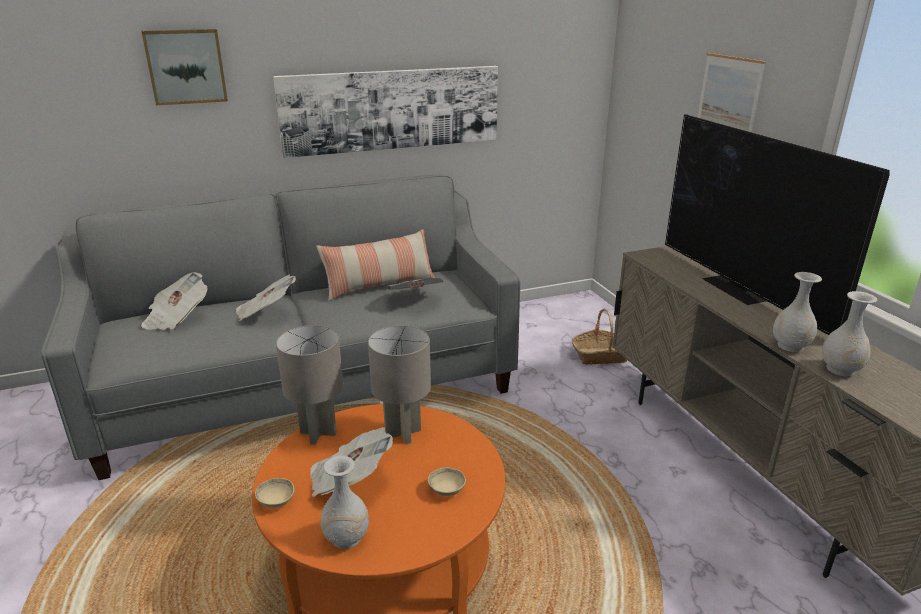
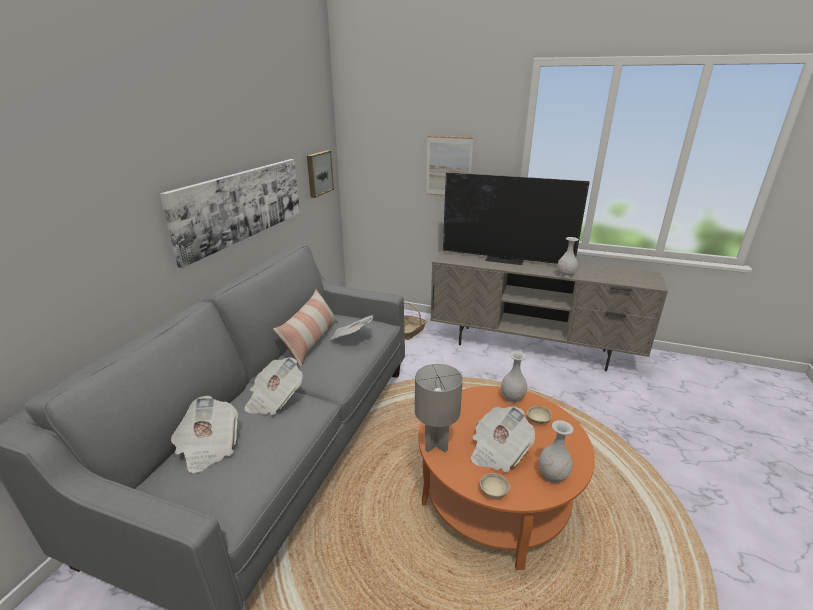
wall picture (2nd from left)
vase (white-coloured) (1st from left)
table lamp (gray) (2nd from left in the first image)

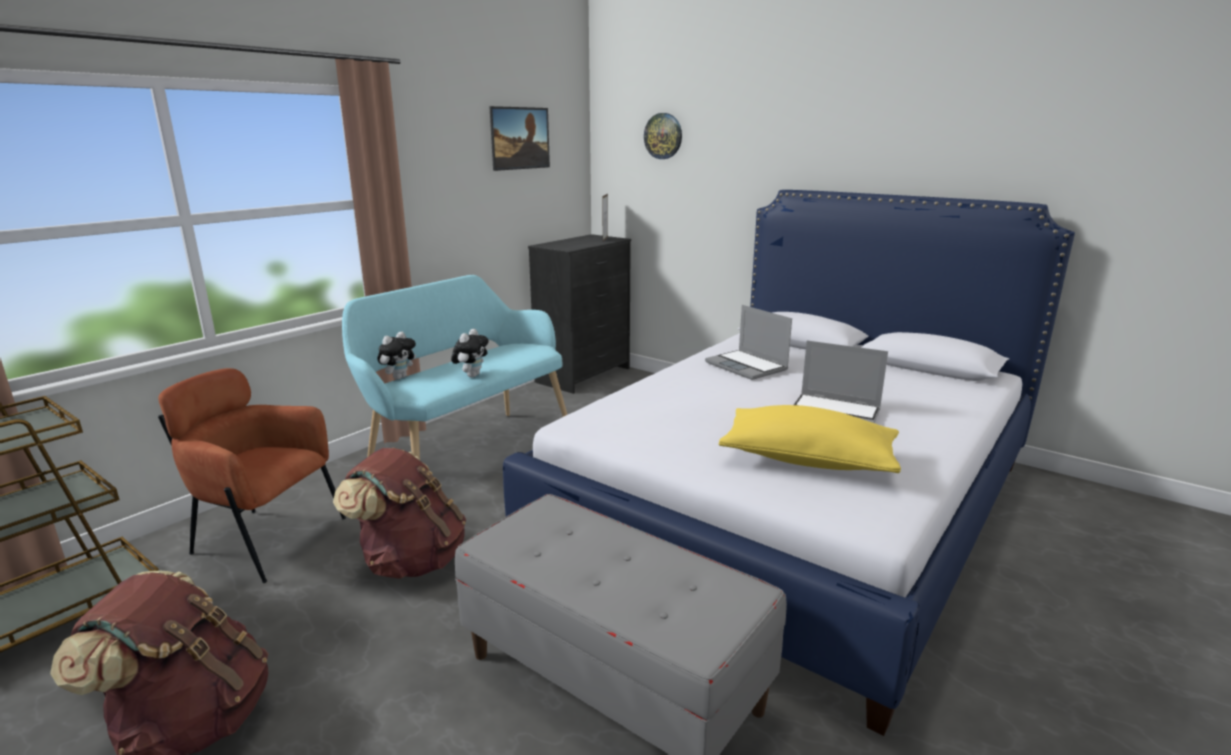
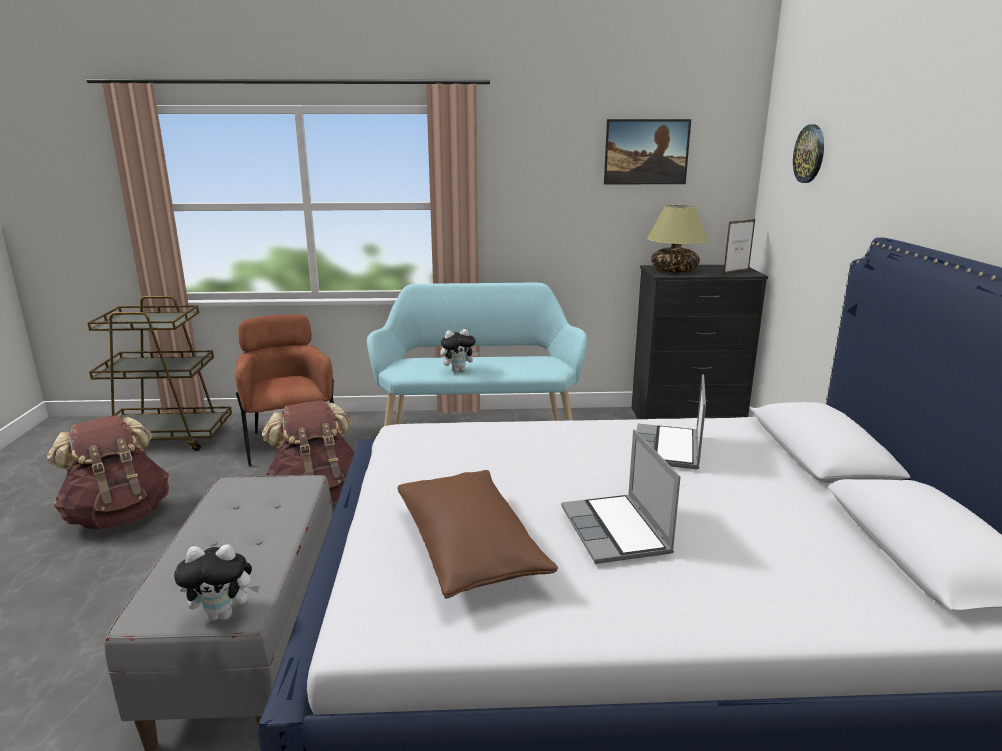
soft toy (1st from left)
throw pillow (brown)
table lamp

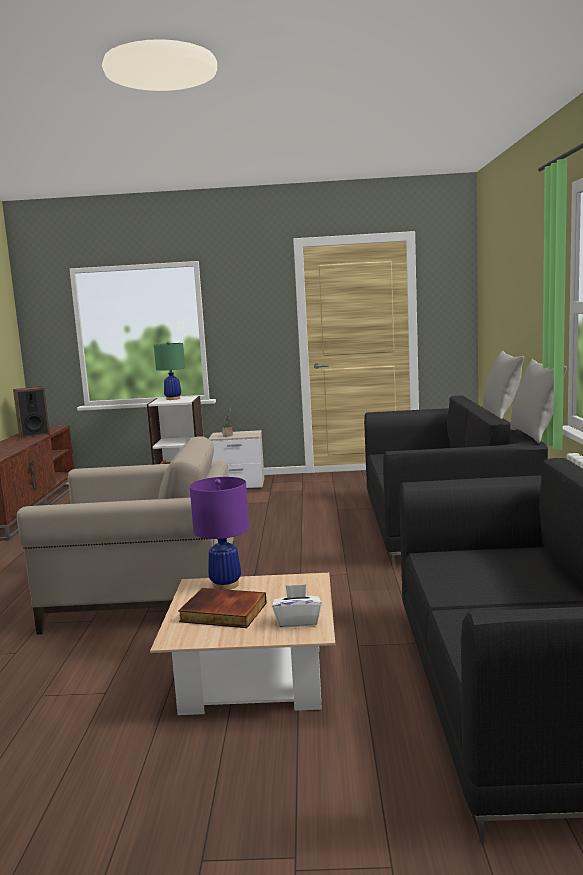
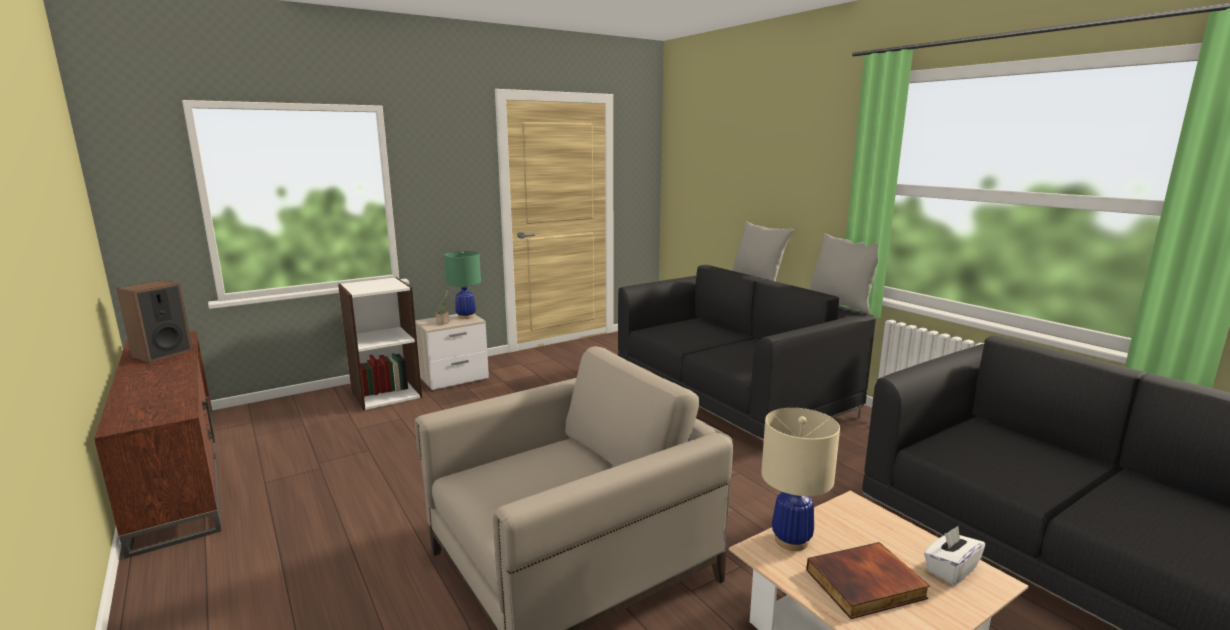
table lamp (green)
table lamp (sand-coloured)

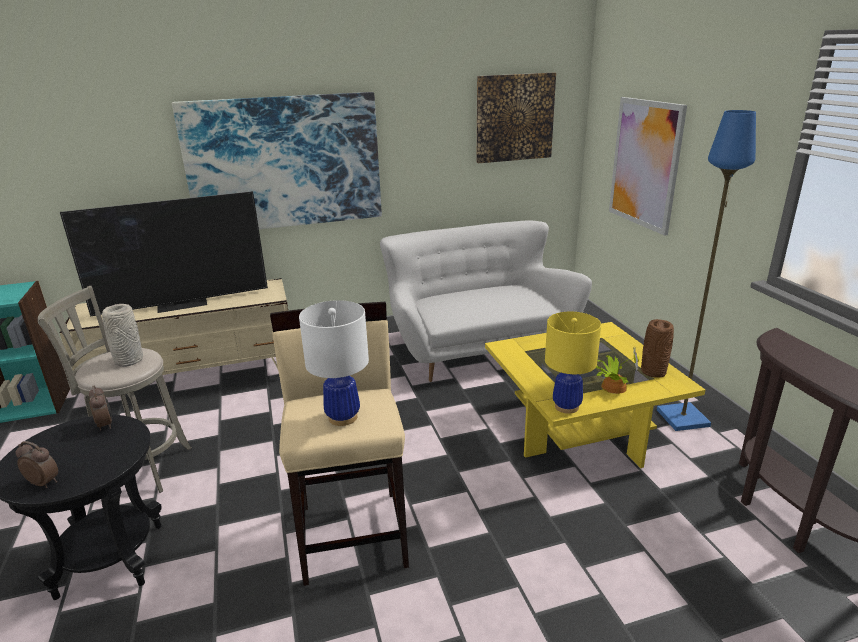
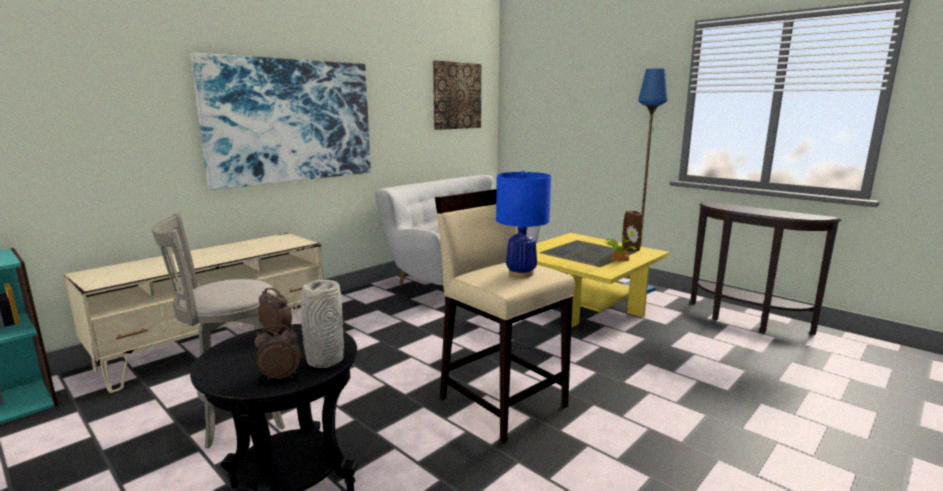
vase (gray)
table lamp (blue-coloured)
television
table lamp (yellow-coloured)
wall picture (3rd from left in the first image)

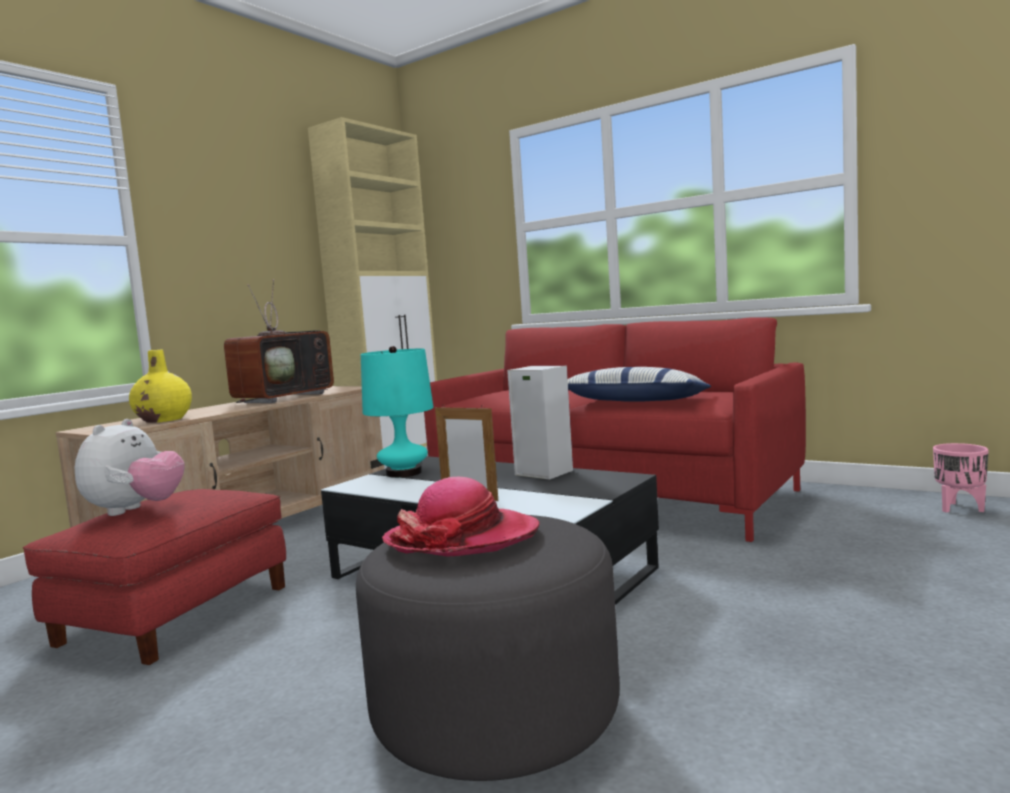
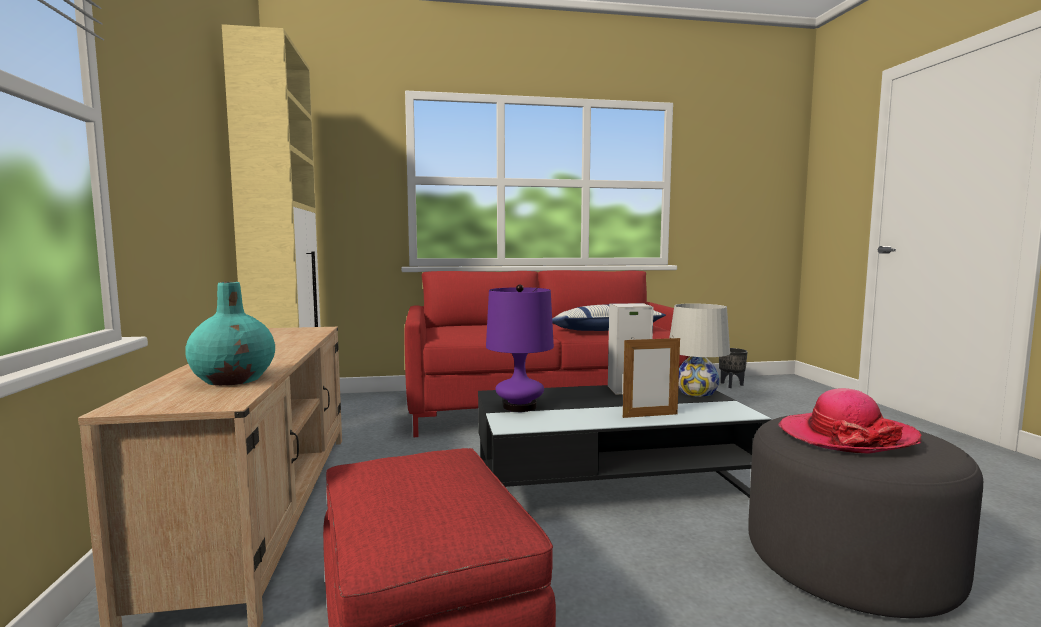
vase (blue-green)
table lamp (purple-coloured)
table lamp (white-coloured)
flower pot (black-coloured)
soft toy
television

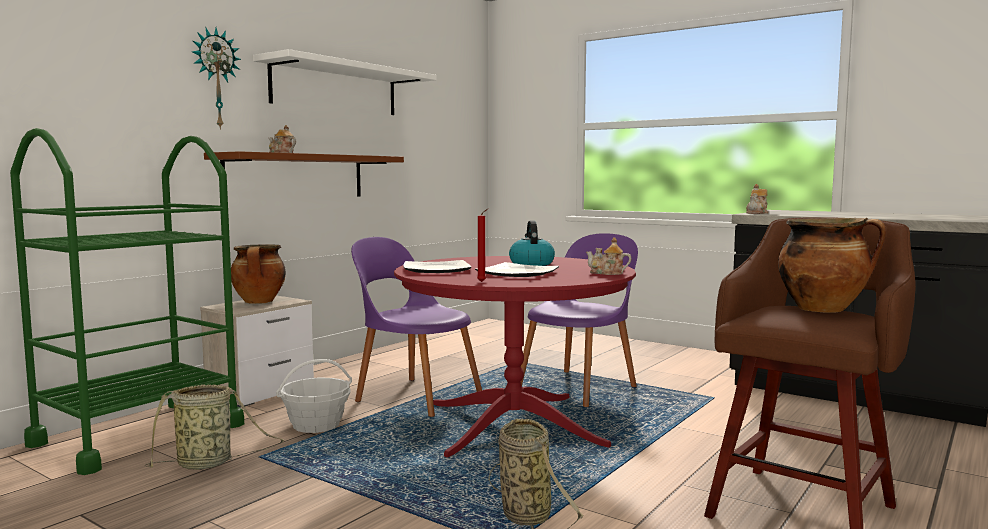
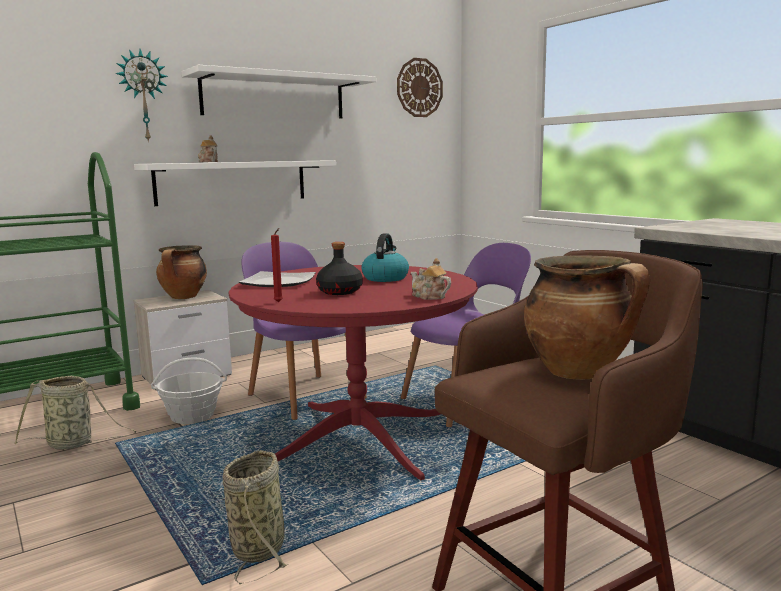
shelf (white-coloured) (1st from left)
drink bottle (black-coloured)
hanging clock (2nd from left)
teapot (3rd from left in the first image)

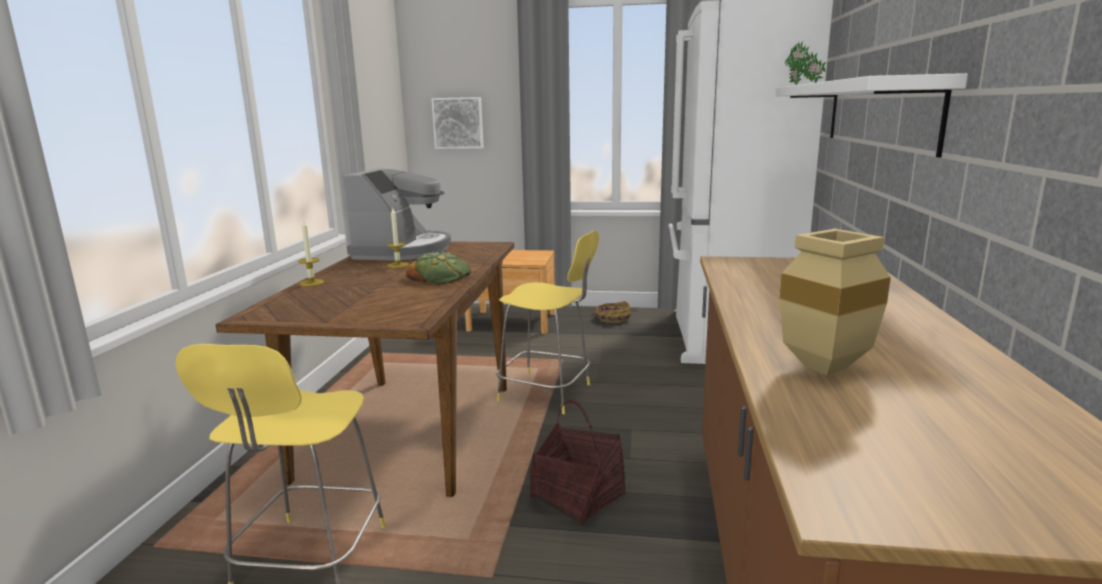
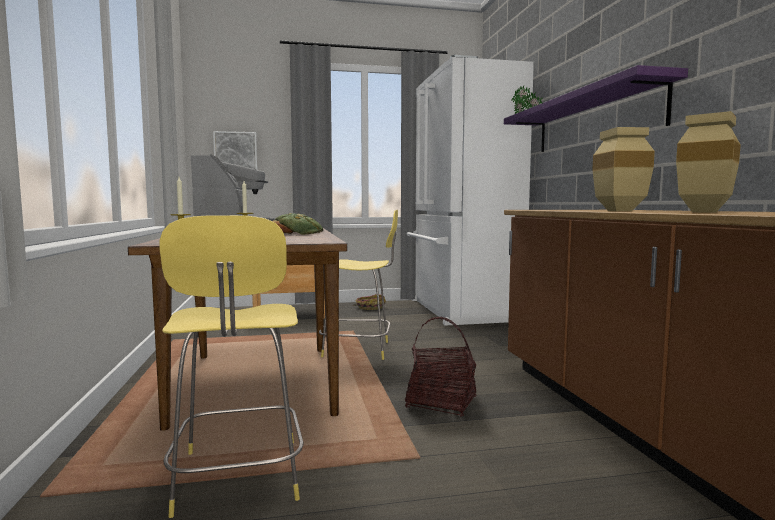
shelf (purple-coloured)
vase (sand-coloured) (1st from left)

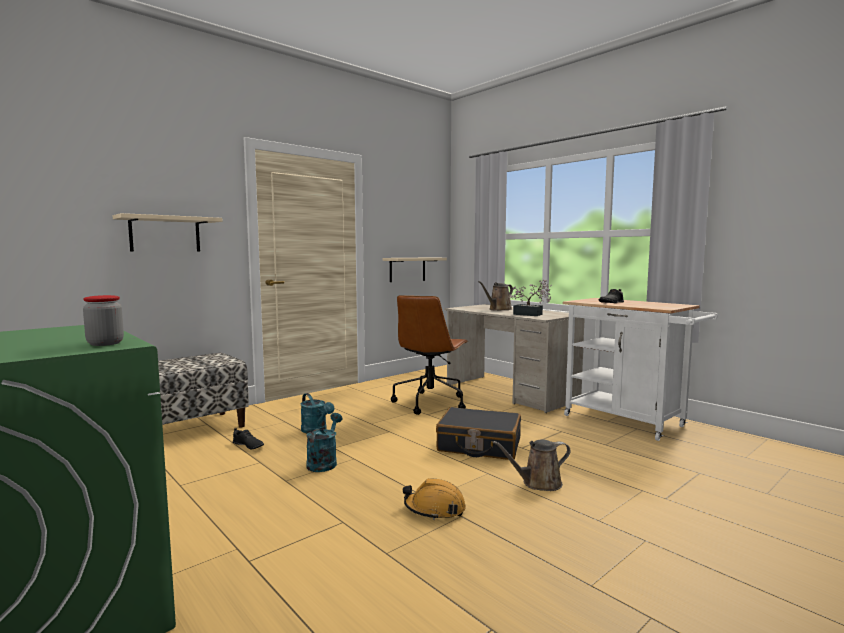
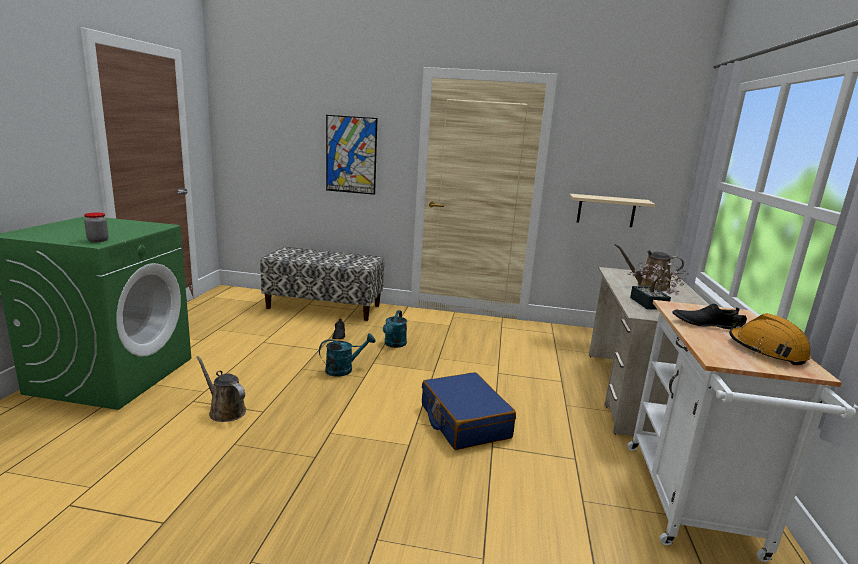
watering can (brown) (1st from left)
wall picture
piece of luggage (blue-coloured)
work helmet (orange-coloured)
computer chair (brown)

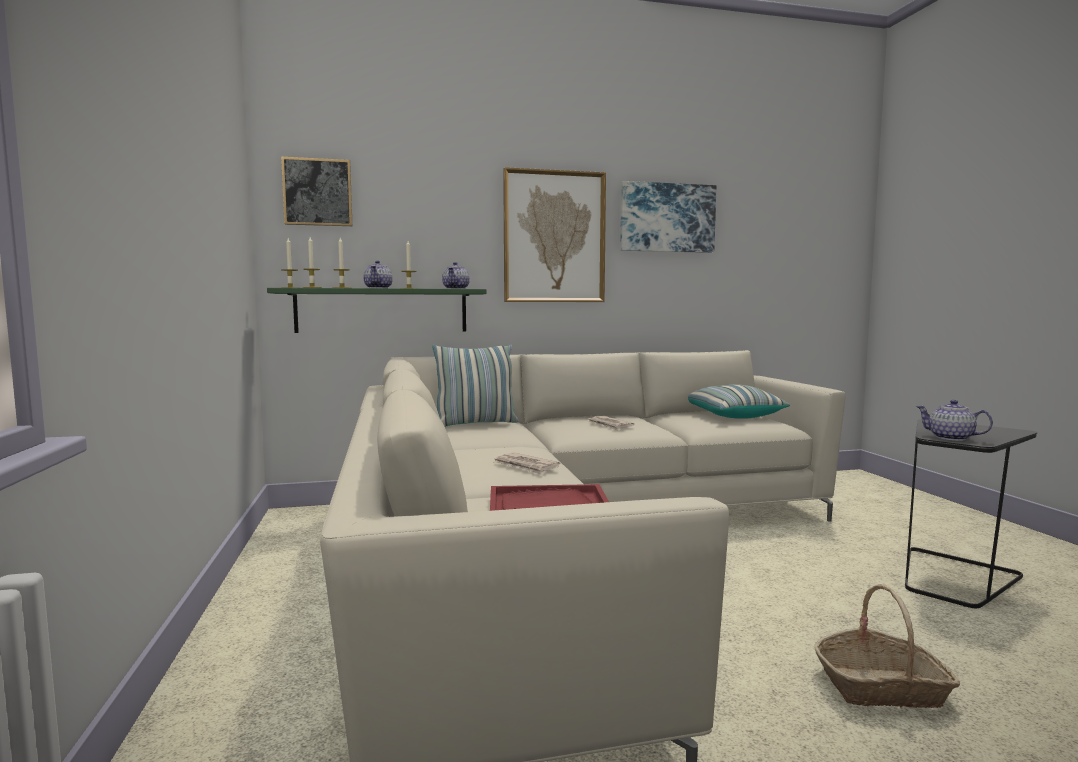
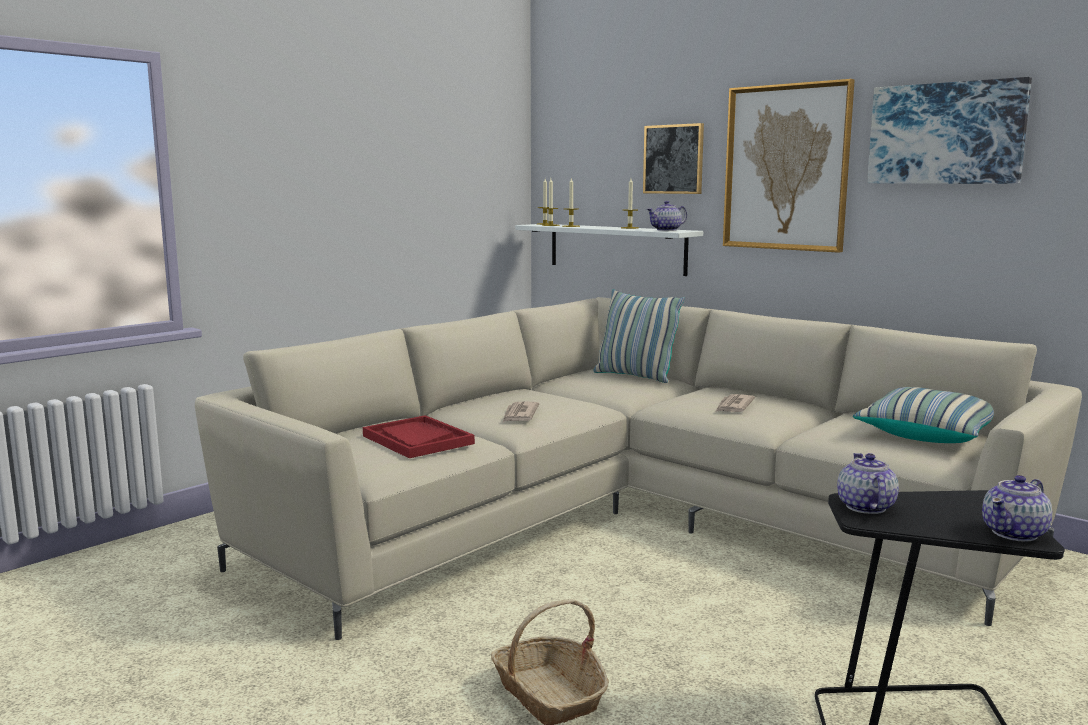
shelf (white-coloured)
wall picture (1st from left)
teapot (3rd from left)

